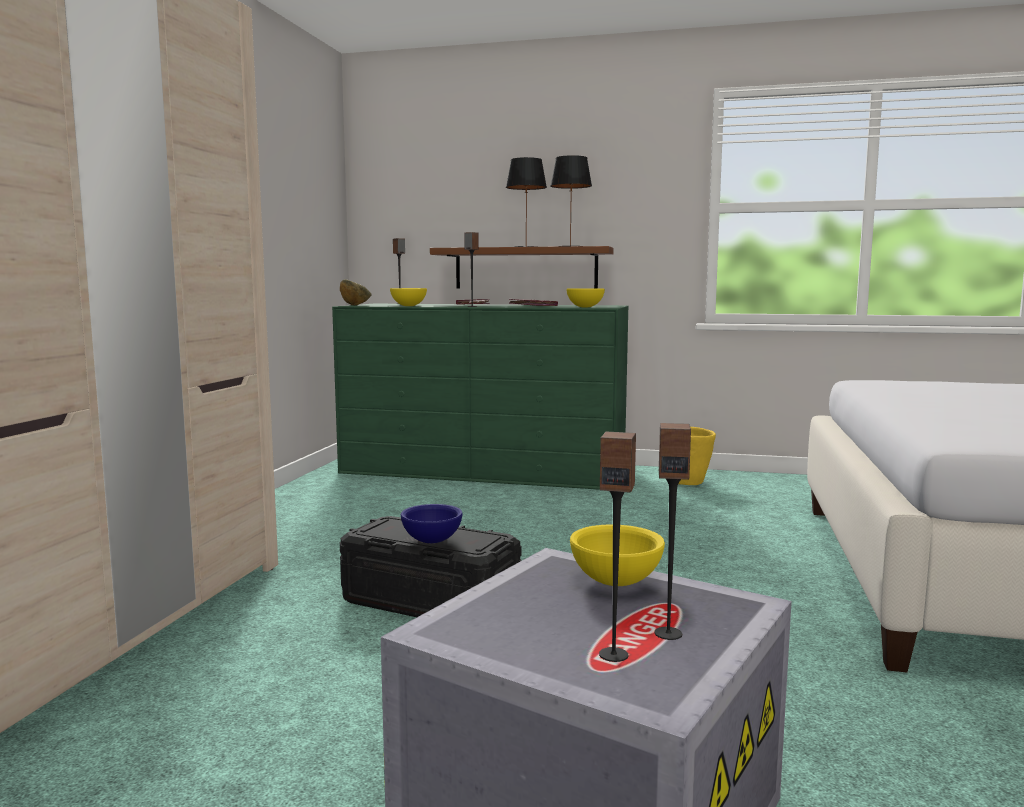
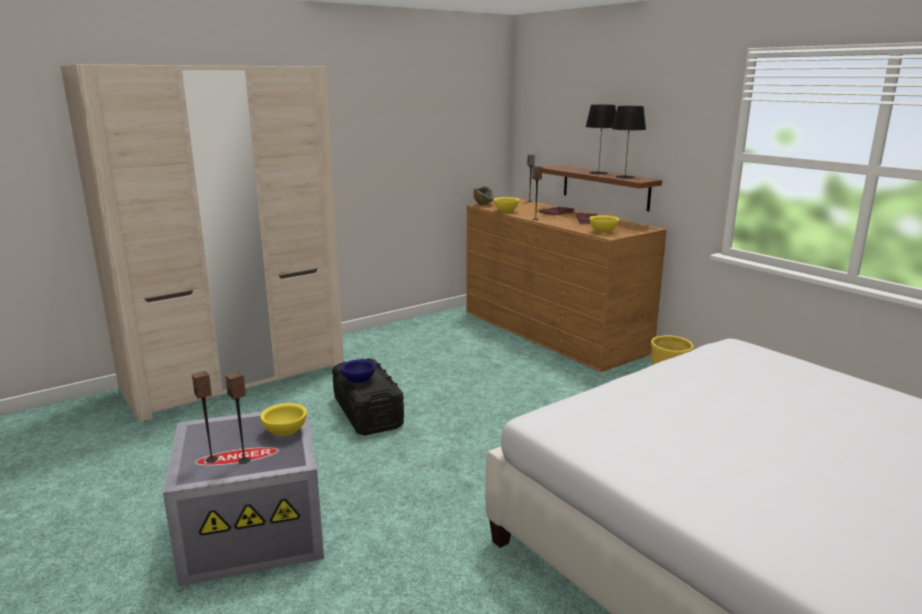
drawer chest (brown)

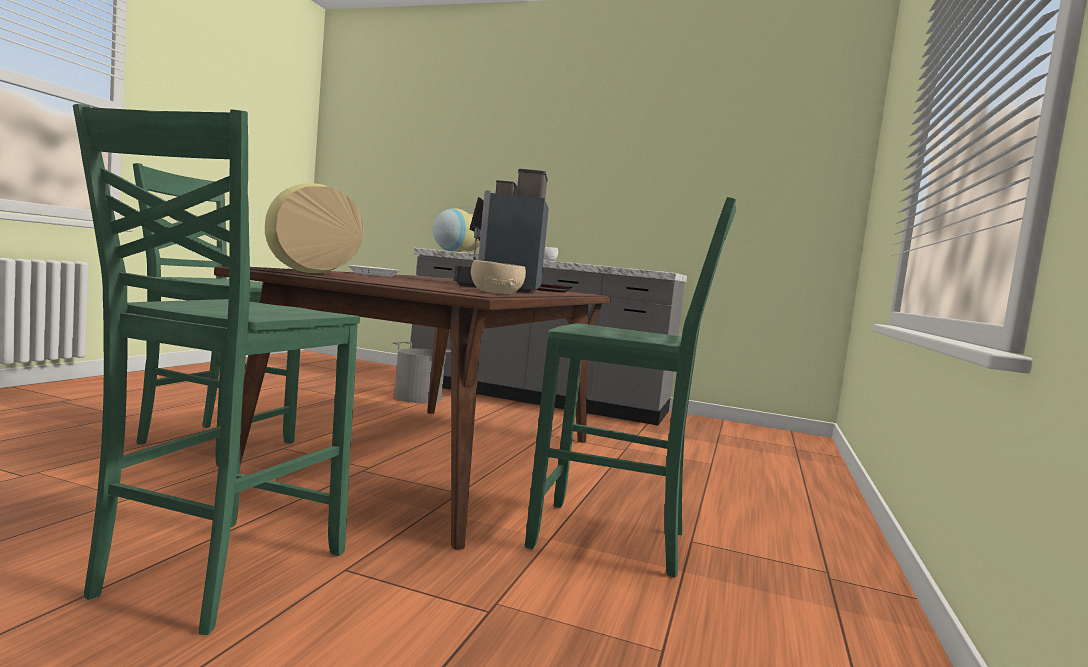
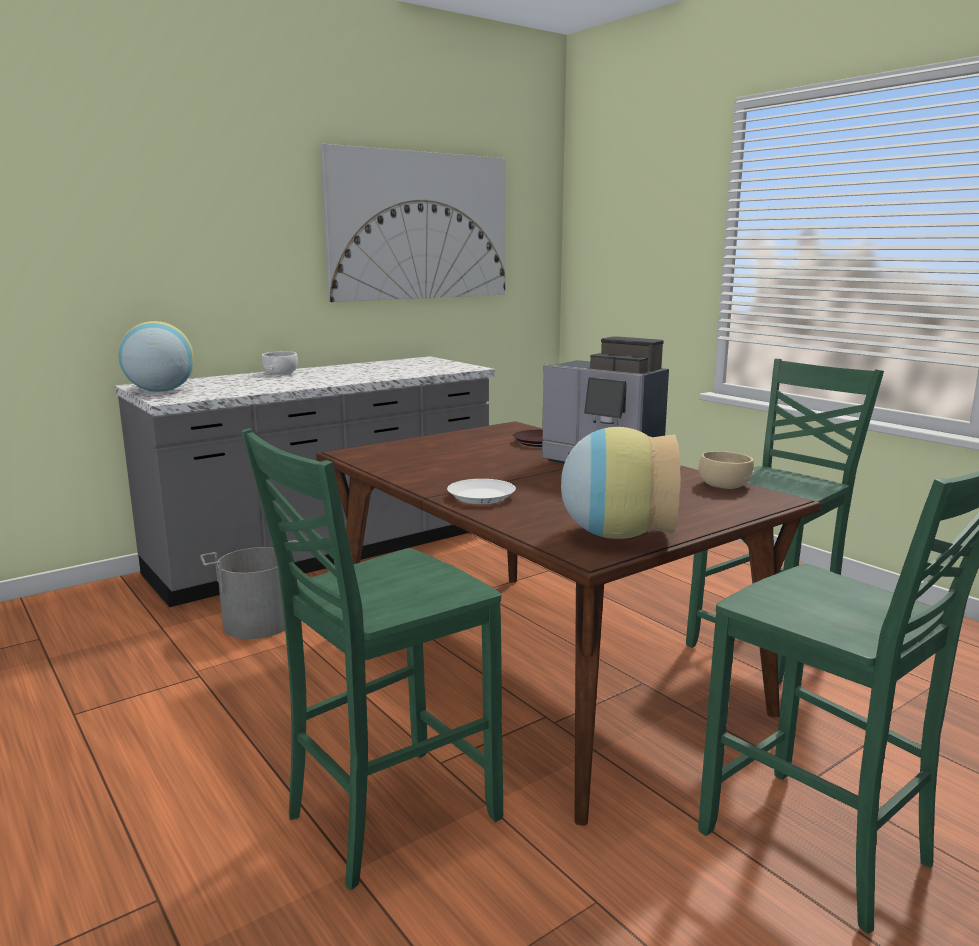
wall picture

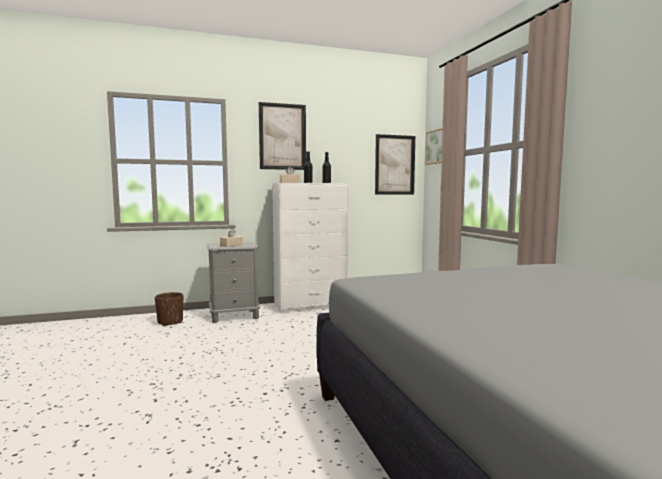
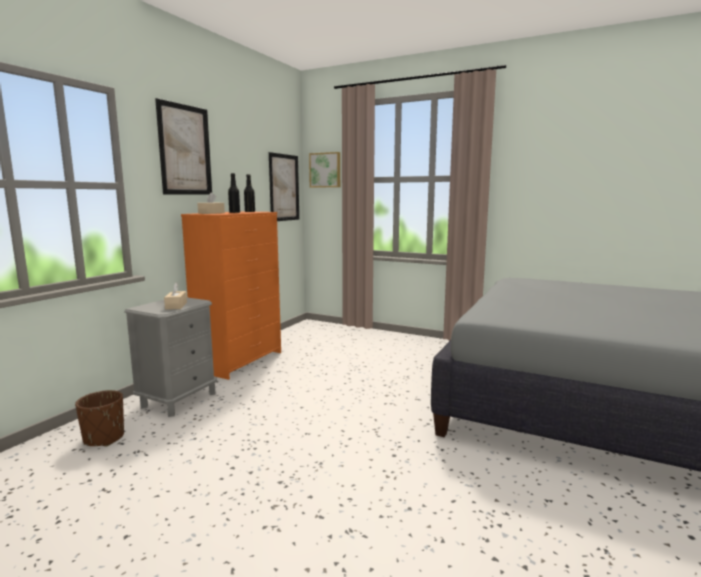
drawer chest (orange-coloured)

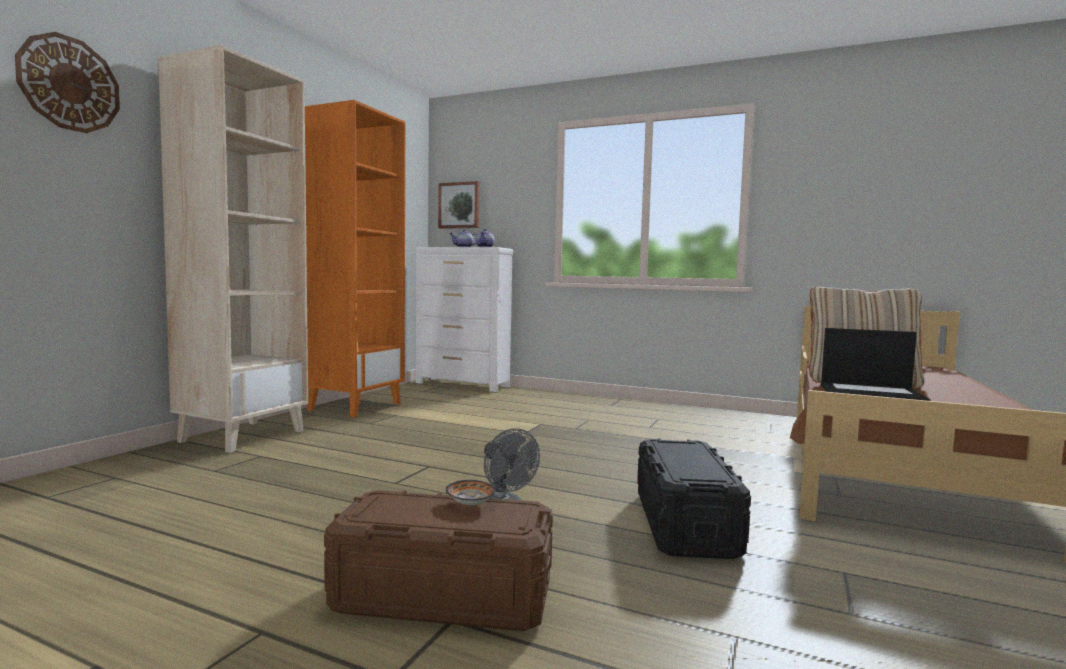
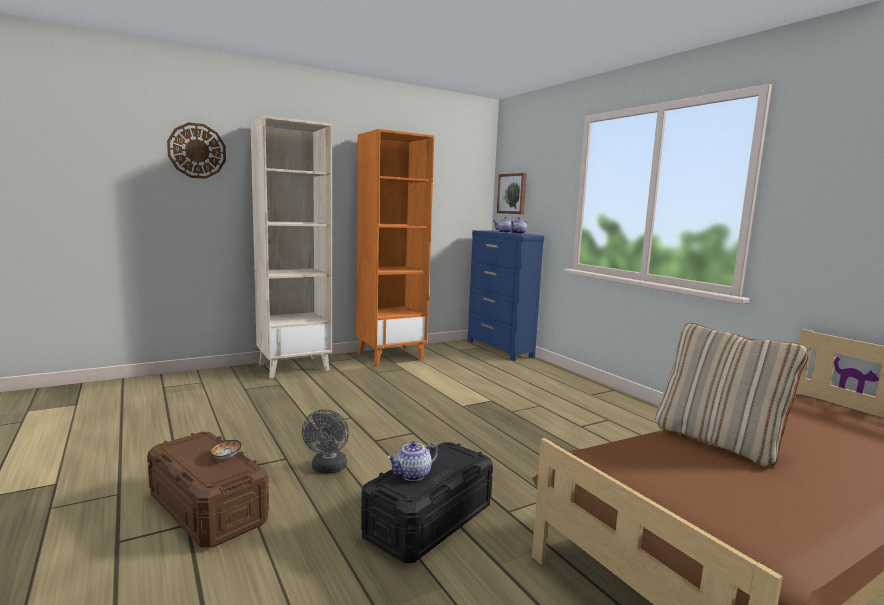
teapot (1st from left)
drawer chest (blue-coloured)
laptop

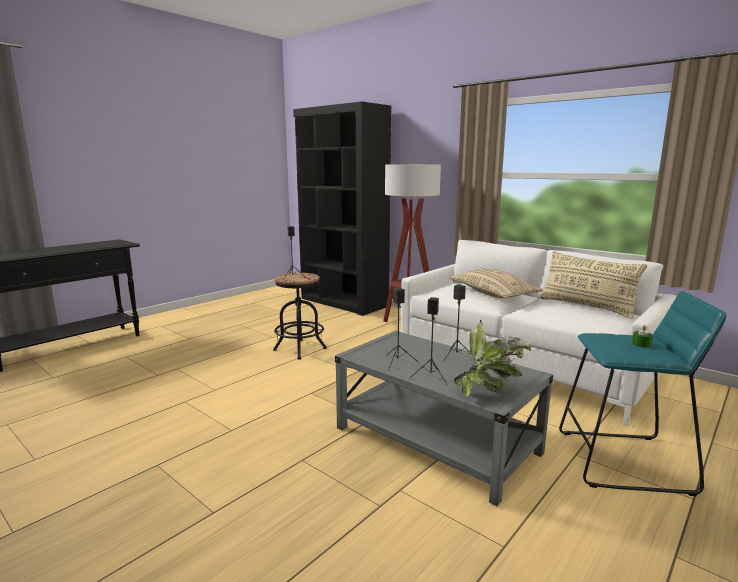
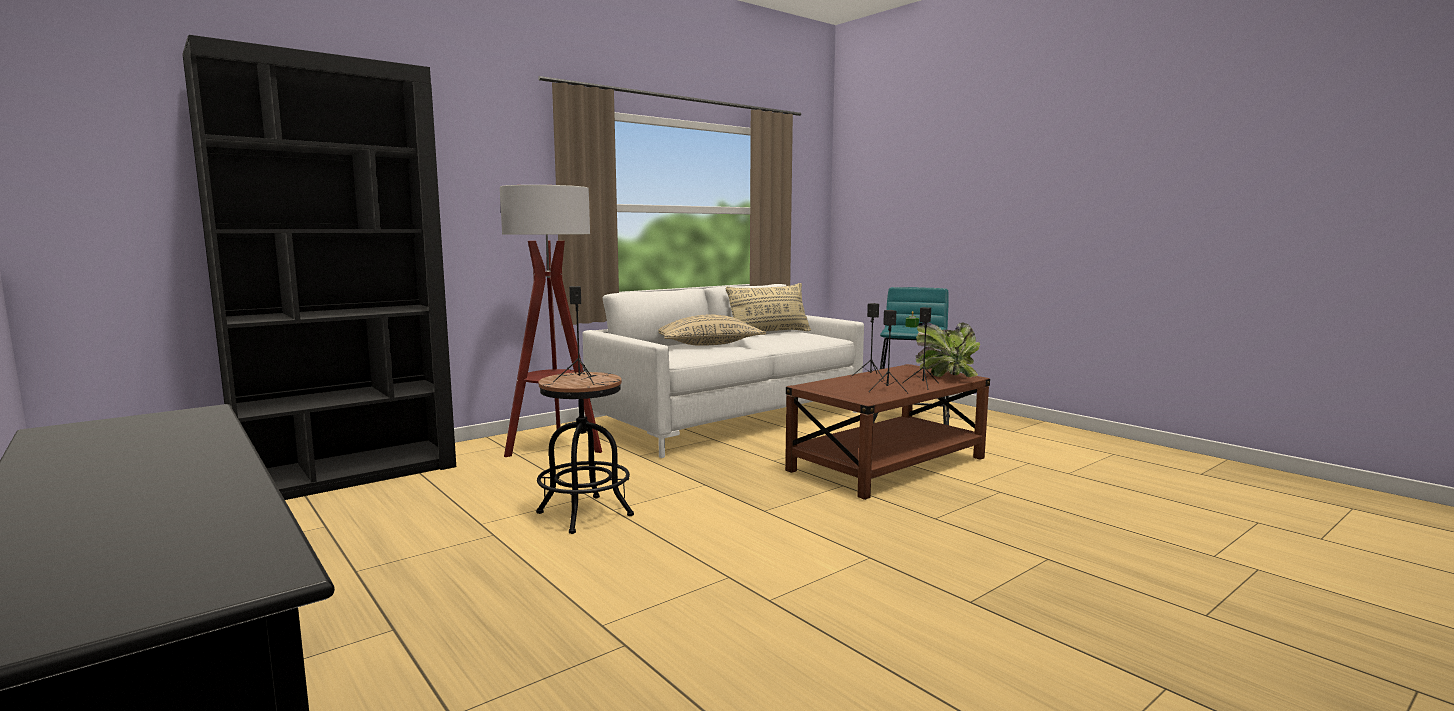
lounge table (brown)

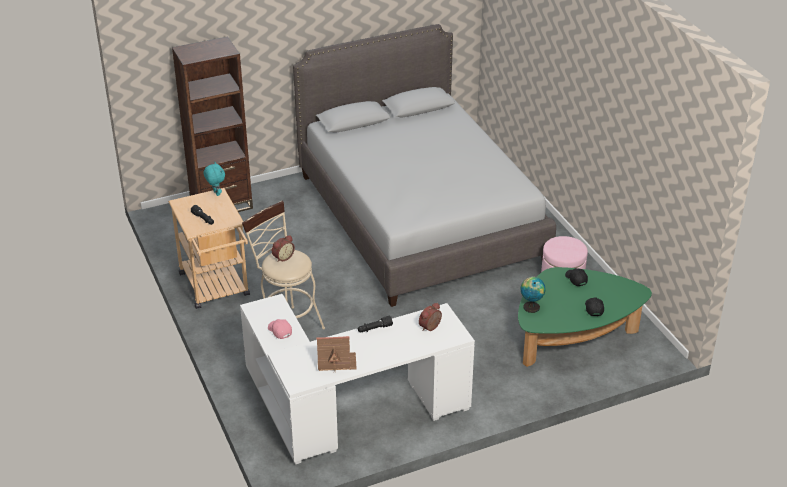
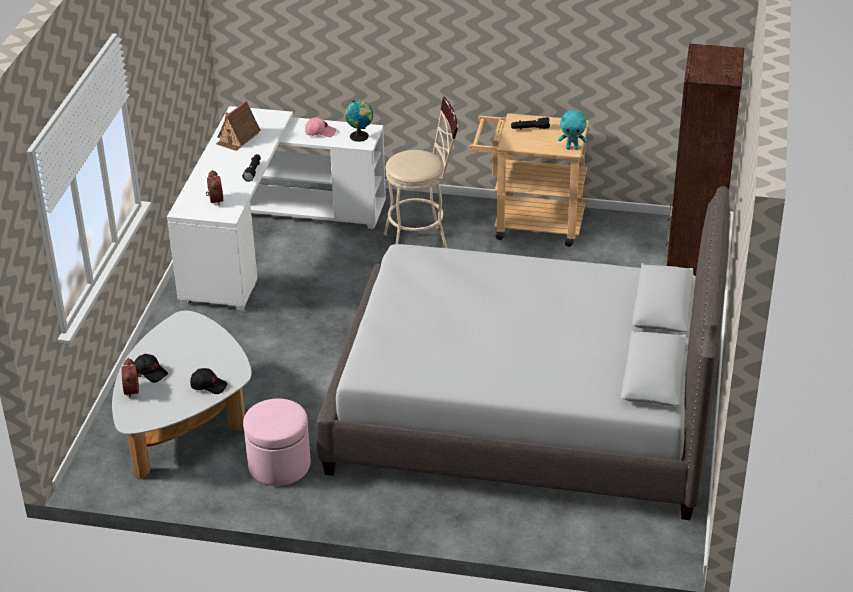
lounge table (white-coloured)
bedside clock (1st from left)
world globe

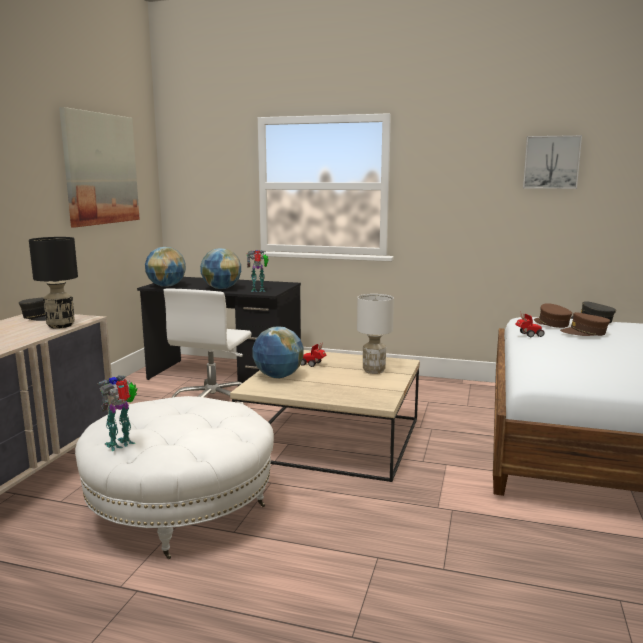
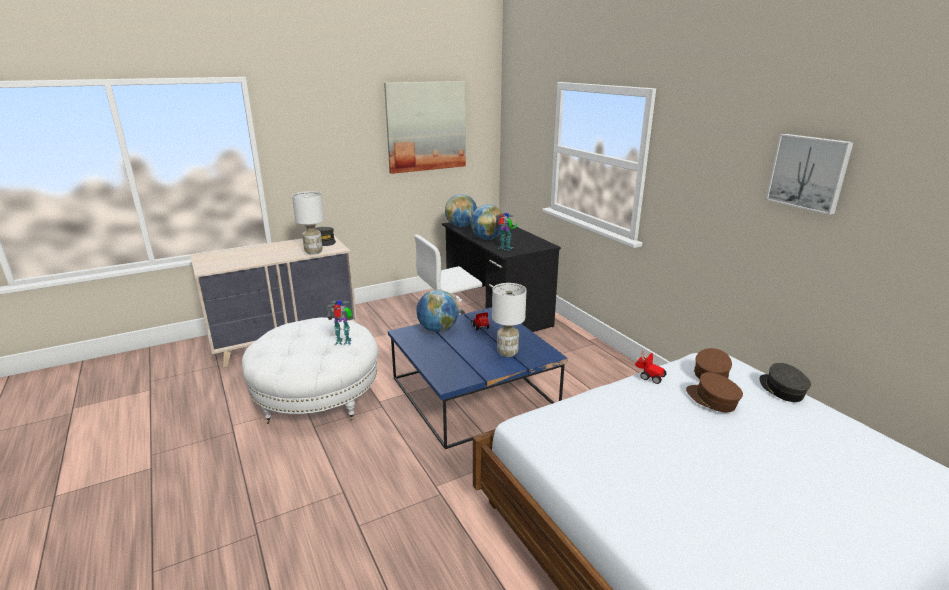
table lamp (white-coloured) (1st from left)
toy robot (1st from left)
lounge table (blue-coloured)

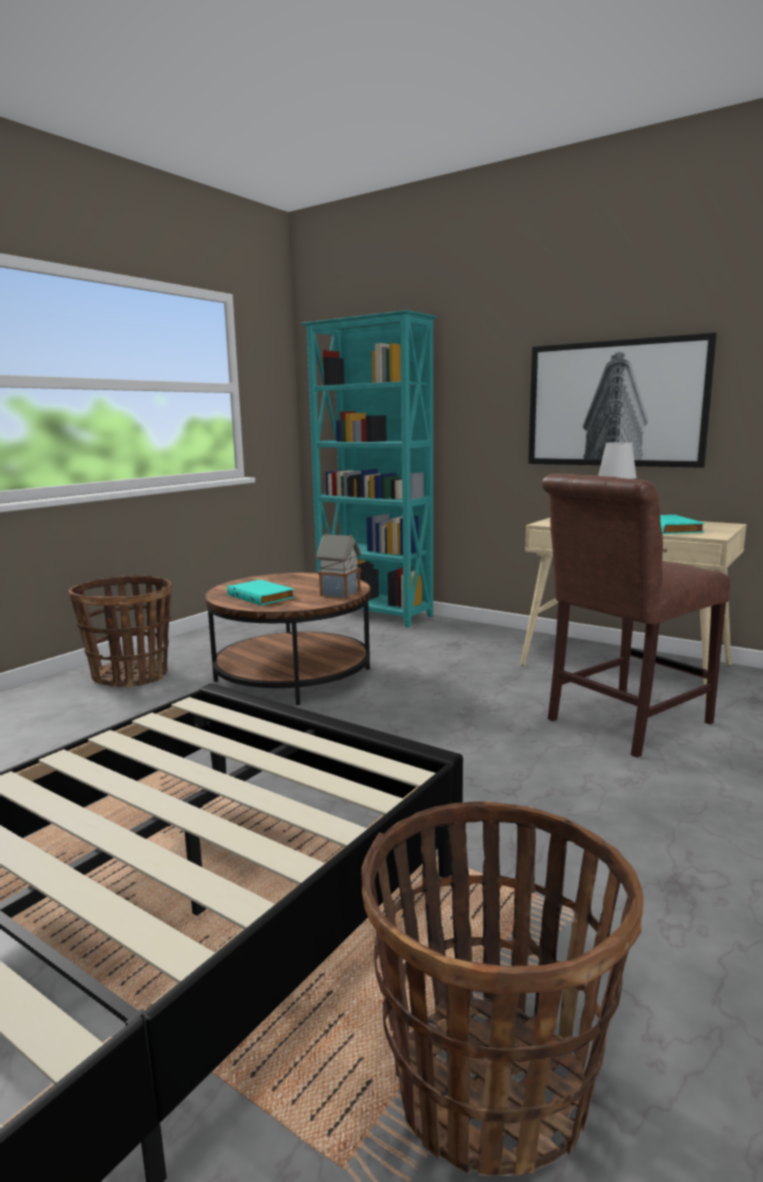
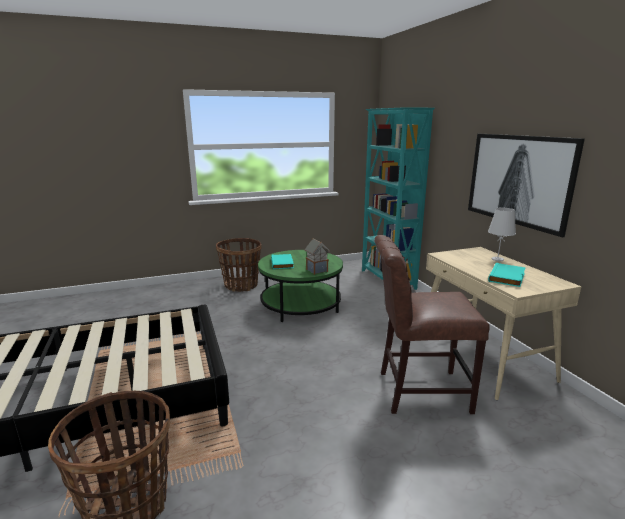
lounge table (green)

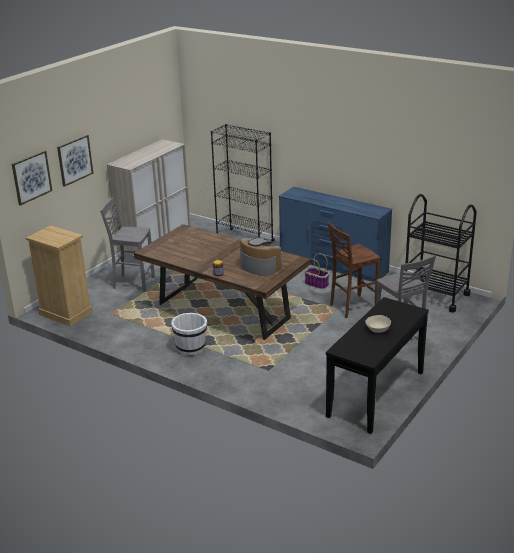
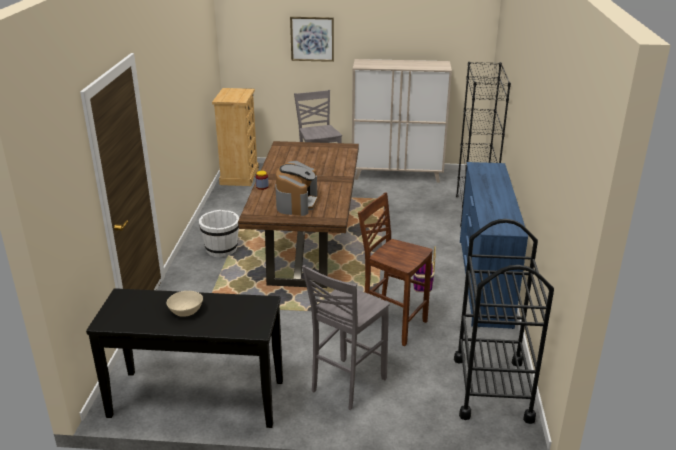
wall picture (1st from left in the first image)

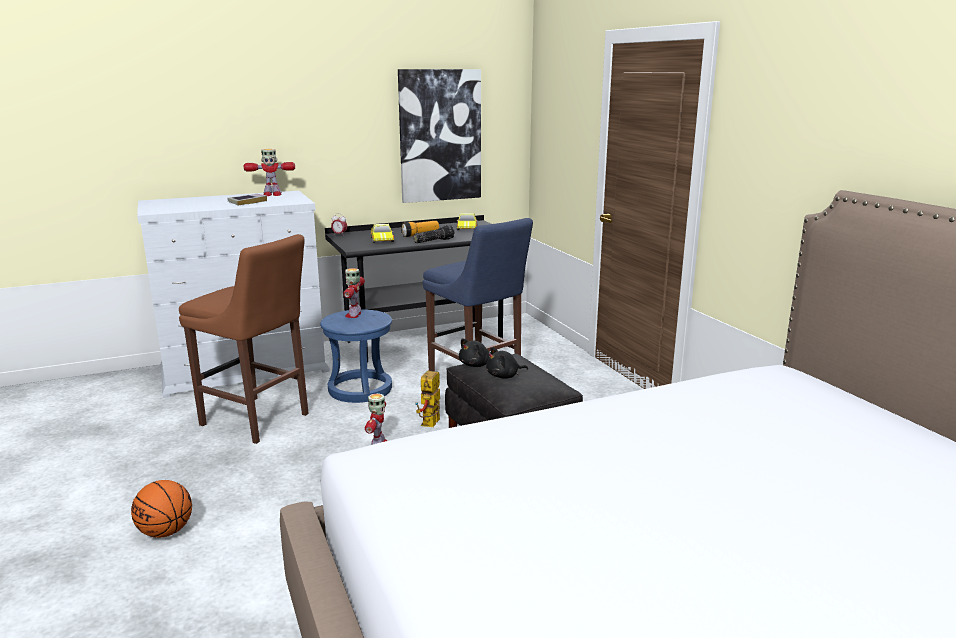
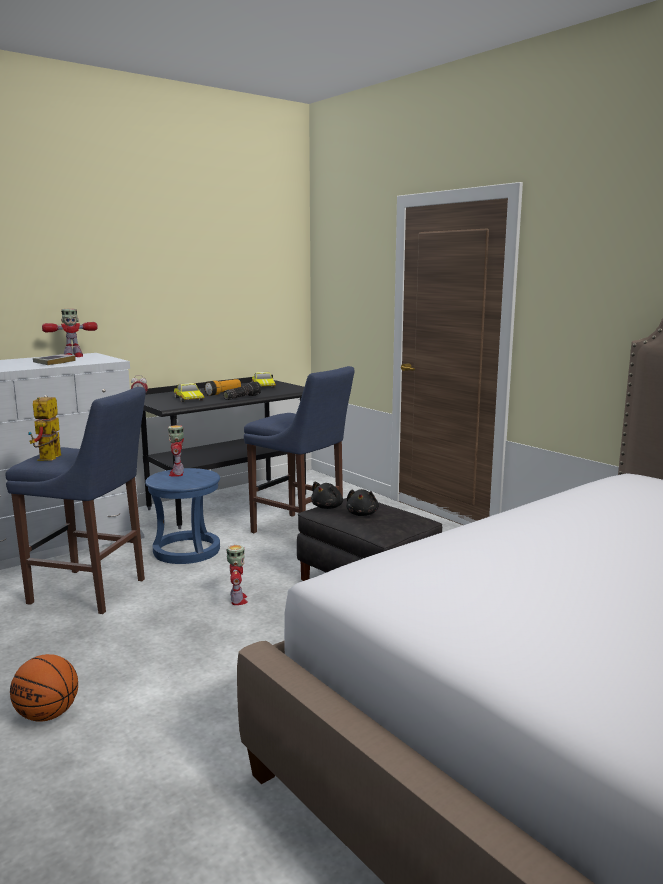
sitting stool (blue-coloured) (1st from left)
toy robot (1st from left)
soft toy (black-coloured) (2nd from left)
wall picture

